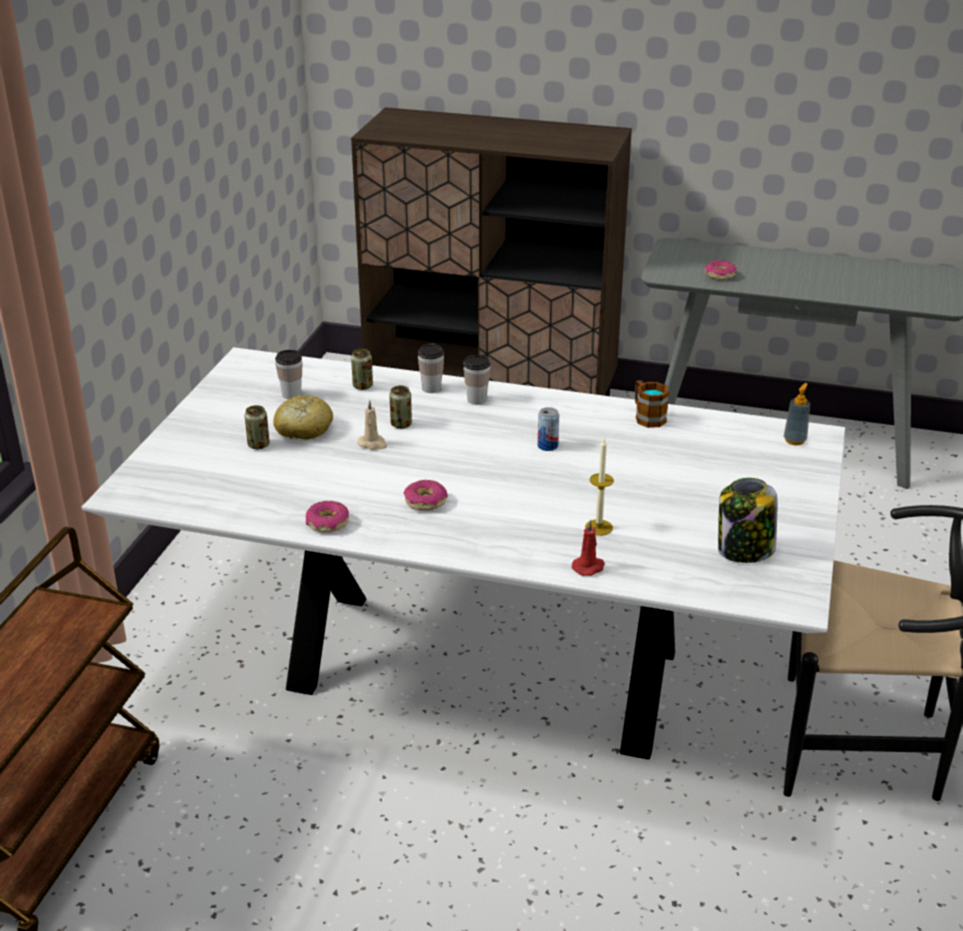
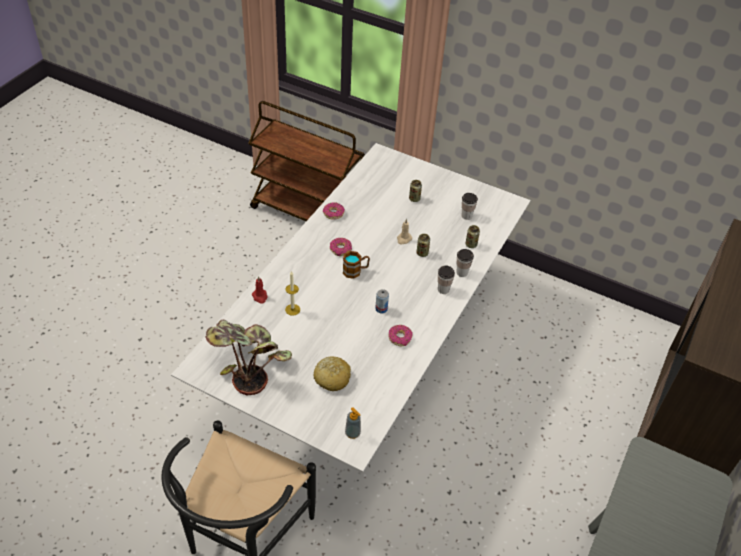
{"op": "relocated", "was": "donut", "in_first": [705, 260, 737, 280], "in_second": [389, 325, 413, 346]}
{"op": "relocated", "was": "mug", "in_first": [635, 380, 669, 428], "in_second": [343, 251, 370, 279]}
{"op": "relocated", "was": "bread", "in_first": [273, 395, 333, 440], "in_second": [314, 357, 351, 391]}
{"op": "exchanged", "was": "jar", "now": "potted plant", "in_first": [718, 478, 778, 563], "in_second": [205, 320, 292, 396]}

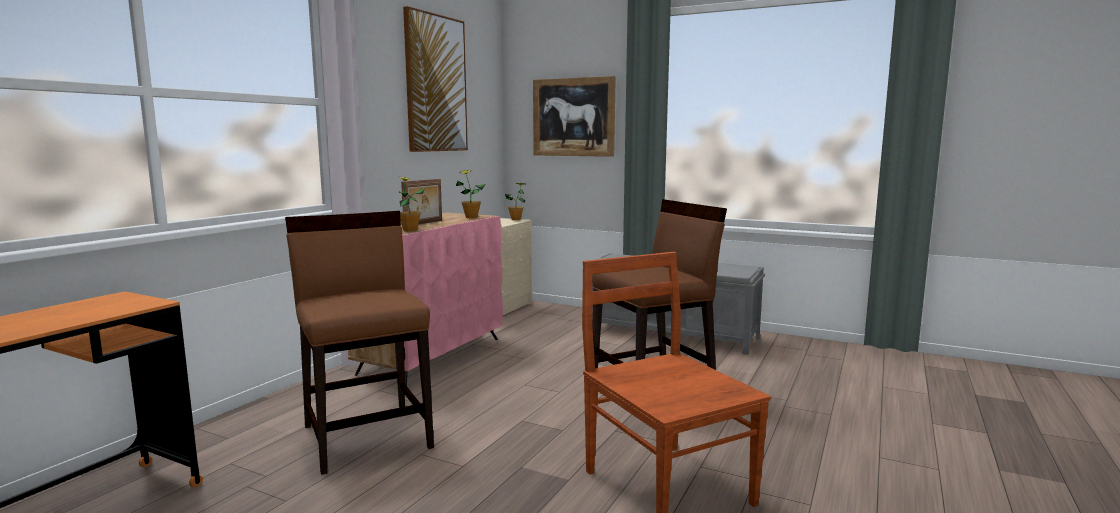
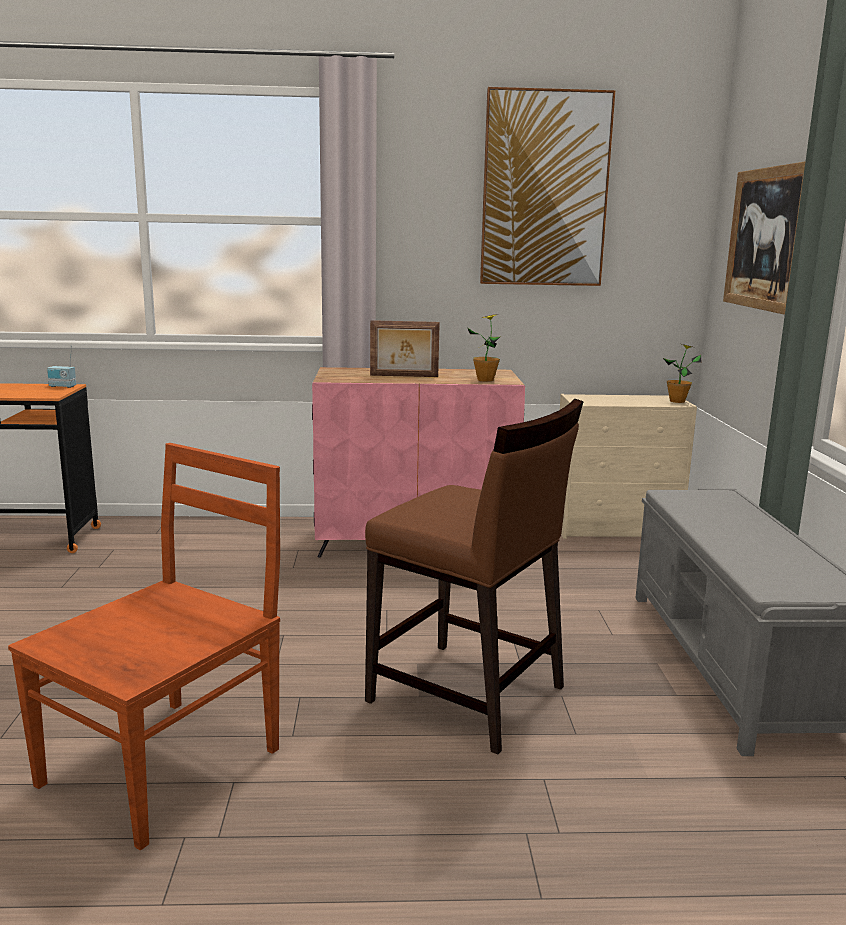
{"op": "missing", "was": "potted plant", "in_first": [397, 176, 425, 232]}
{"op": "missing", "was": "chair (brown)", "in_first": [285, 211, 434, 475]}
{"op": "appeared", "now": "radio", "in_second": [47, 345, 76, 388]}

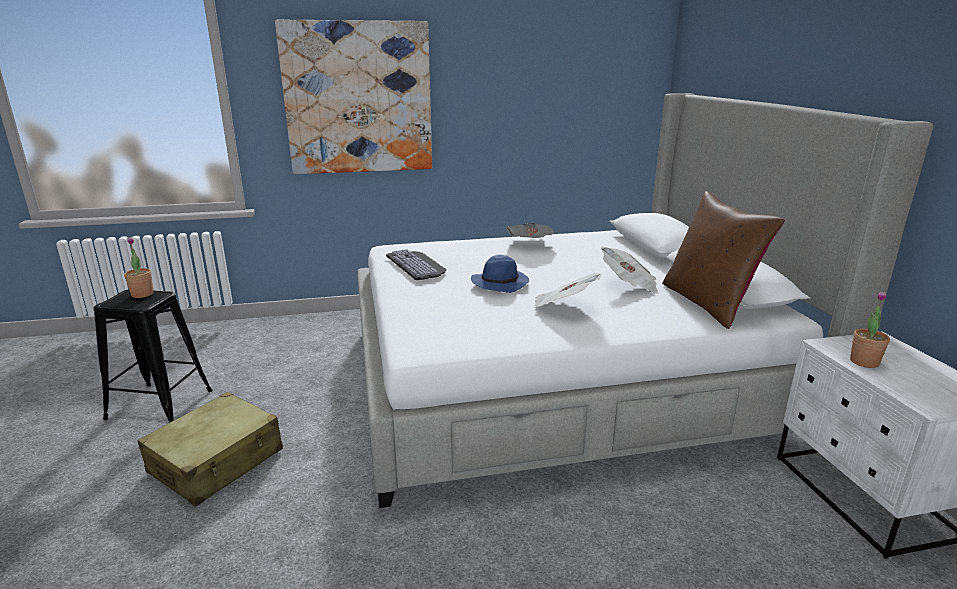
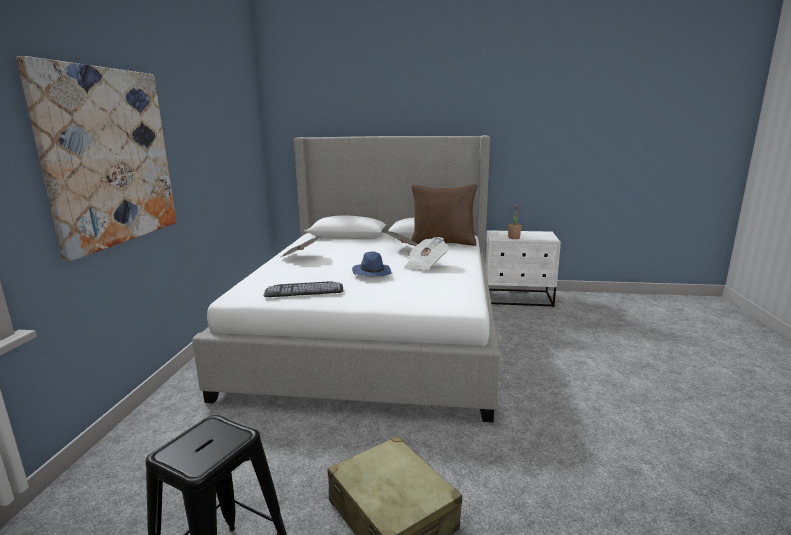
{"op": "missing", "was": "potted plant", "in_first": [124, 237, 153, 298]}

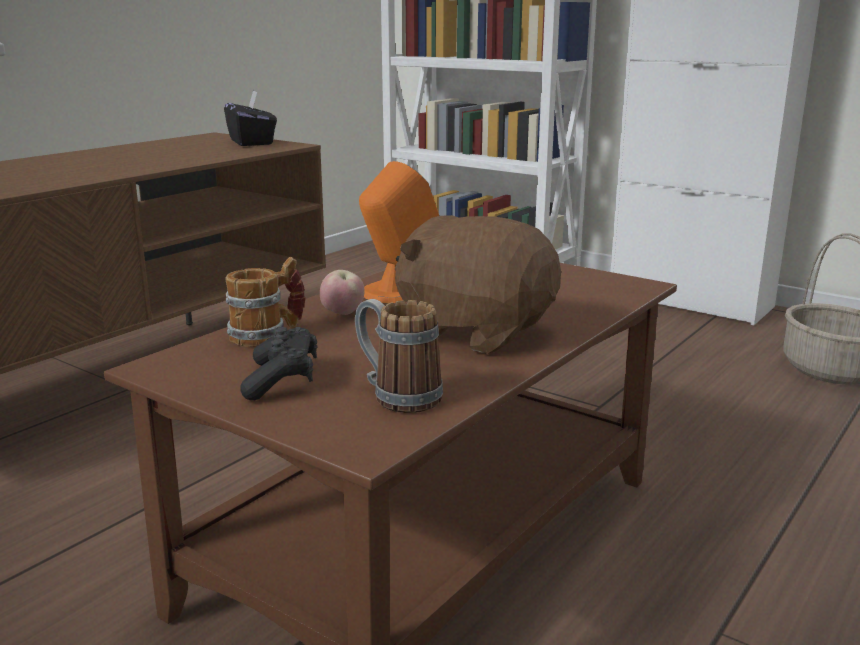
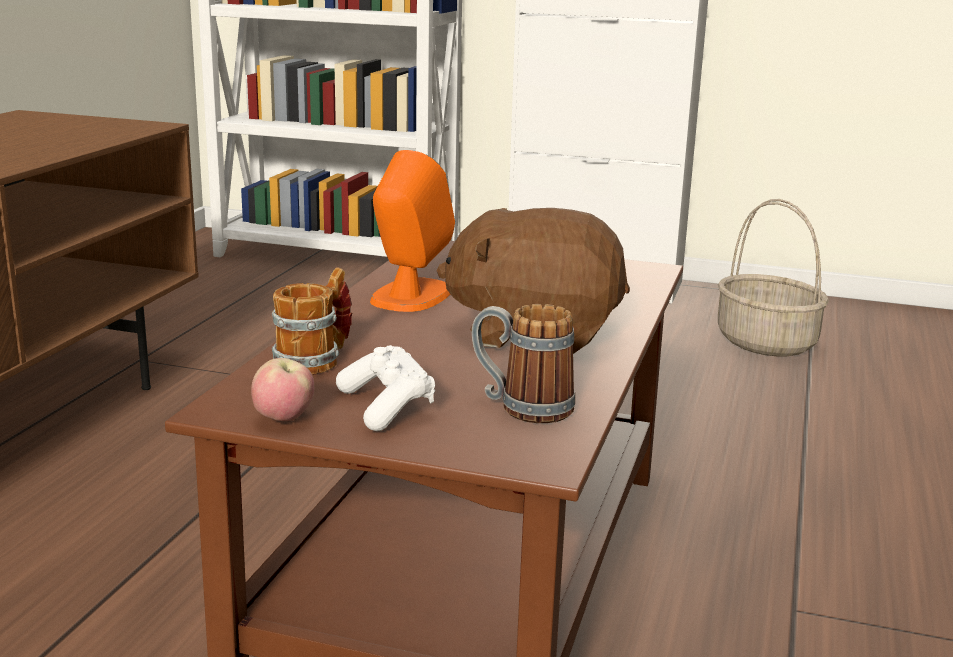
{"op": "missing", "was": "tissue box (black)", "in_first": [224, 90, 277, 146]}
{"op": "relocated", "was": "apple", "in_first": [320, 270, 364, 315], "in_second": [251, 358, 314, 421]}
{"op": "colour", "was": "game controller (black)", "now": "game controller (white)", "in_first": [240, 327, 317, 401], "in_second": [336, 345, 435, 431]}

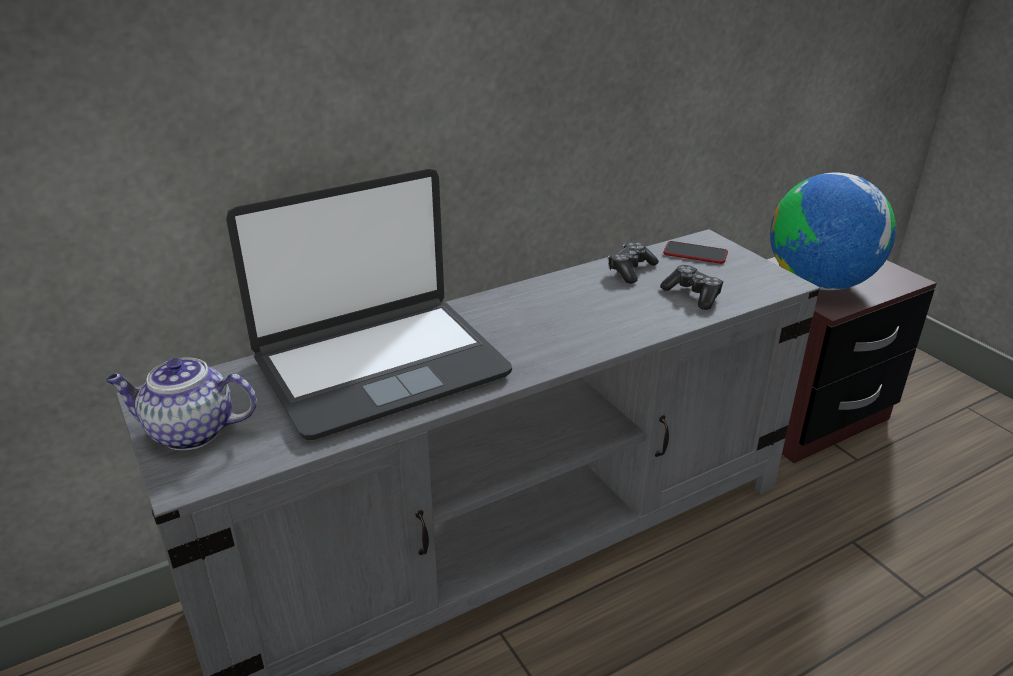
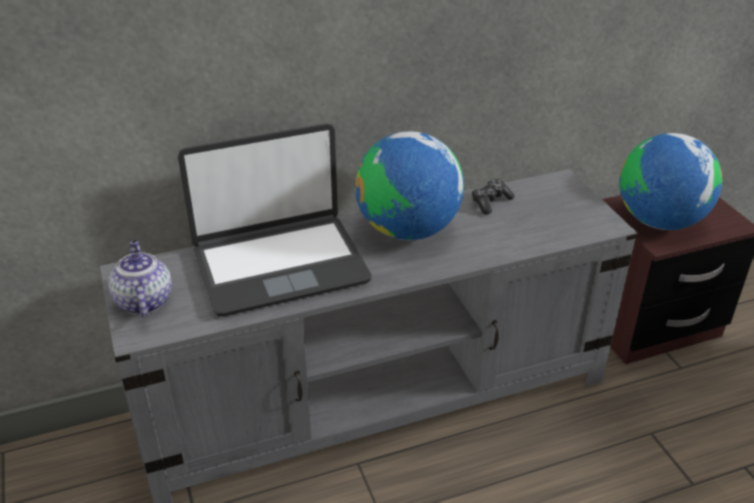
{"op": "missing", "was": "phone", "in_first": [663, 241, 728, 264]}
{"op": "missing", "was": "game controller", "in_first": [660, 265, 723, 310]}
{"op": "spun", "was": "teapot", "in_first": [105, 357, 257, 450], "in_second": [109, 240, 172, 318], "clockwise": 60}
{"op": "appeared", "now": "globe", "in_second": [355, 131, 464, 240]}

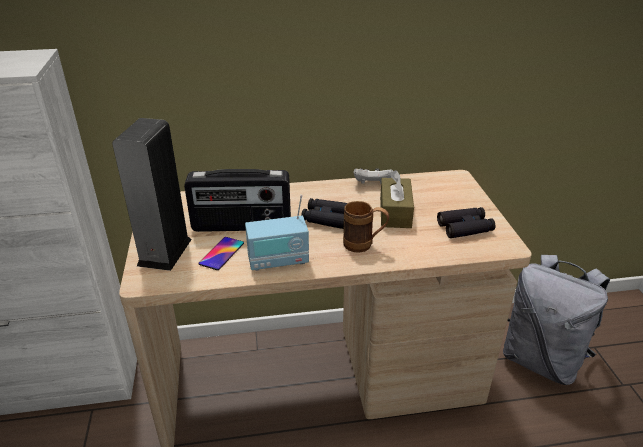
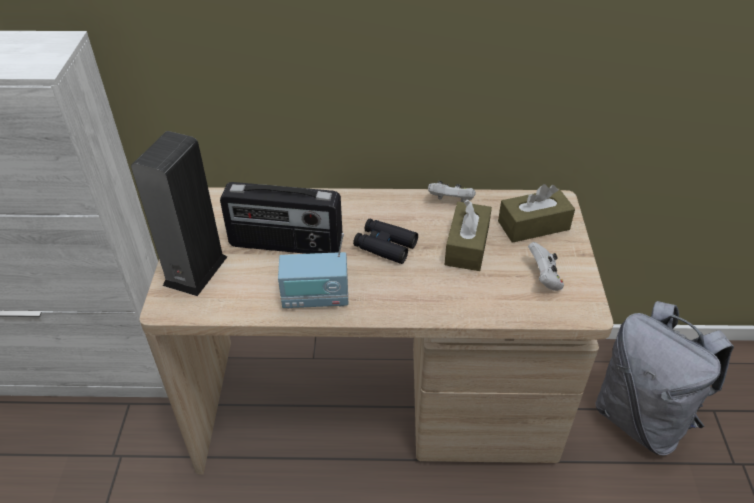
{"op": "missing", "was": "mug (brown)", "in_first": [343, 201, 389, 252]}
{"op": "exchanged", "was": "binoculars (black)", "now": "game controller (white)", "in_first": [437, 207, 495, 238], "in_second": [528, 242, 564, 291]}
{"op": "missing", "was": "phone", "in_first": [198, 237, 244, 270]}
{"op": "appeared", "now": "tissue box (brown)", "in_second": [498, 184, 575, 243]}

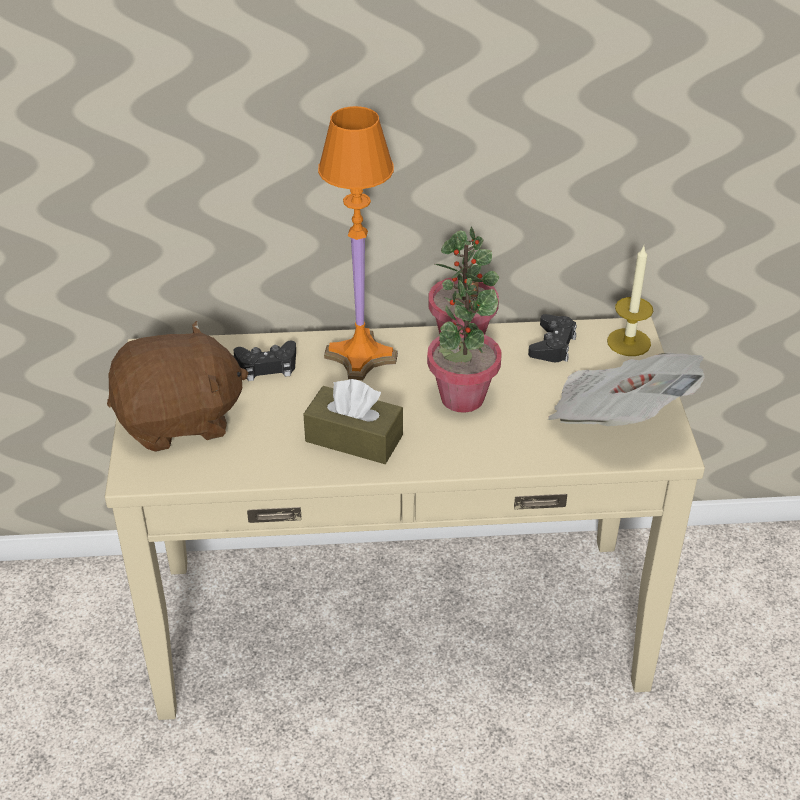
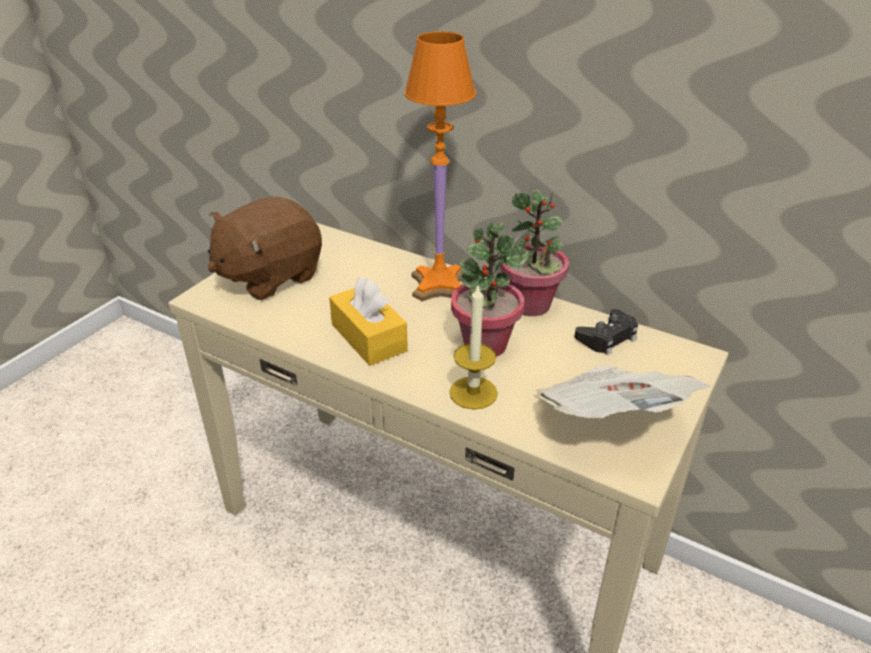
{"op": "relocated", "was": "candle", "in_first": [607, 246, 653, 356], "in_second": [449, 286, 498, 410]}
{"op": "spun", "was": "plush toy (brown)", "in_first": [107, 321, 248, 452], "in_second": [208, 197, 322, 300], "clockwise": 120}
{"op": "missing", "was": "game controller (black)", "in_first": [234, 341, 296, 381]}
{"op": "colour", "was": "tissue box (brown)", "now": "tissue box (yellow)", "in_first": [303, 379, 403, 464], "in_second": [329, 277, 408, 366]}

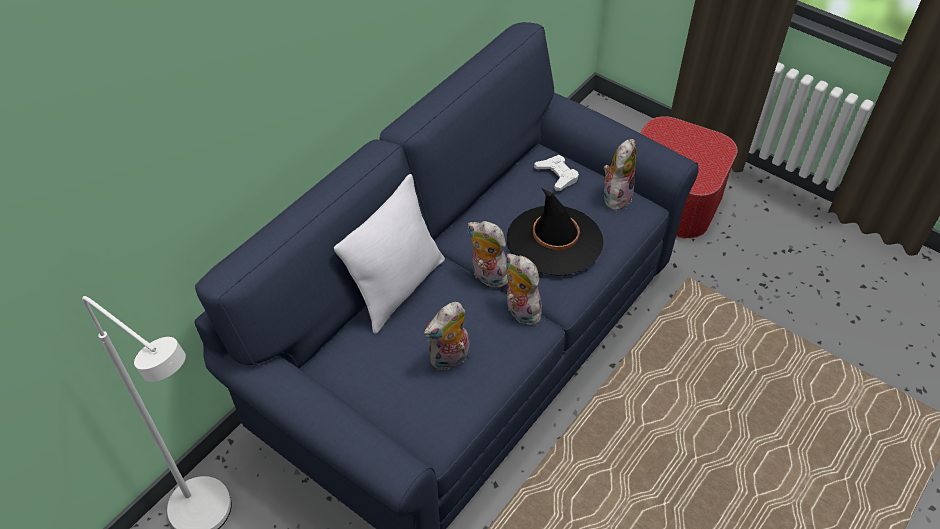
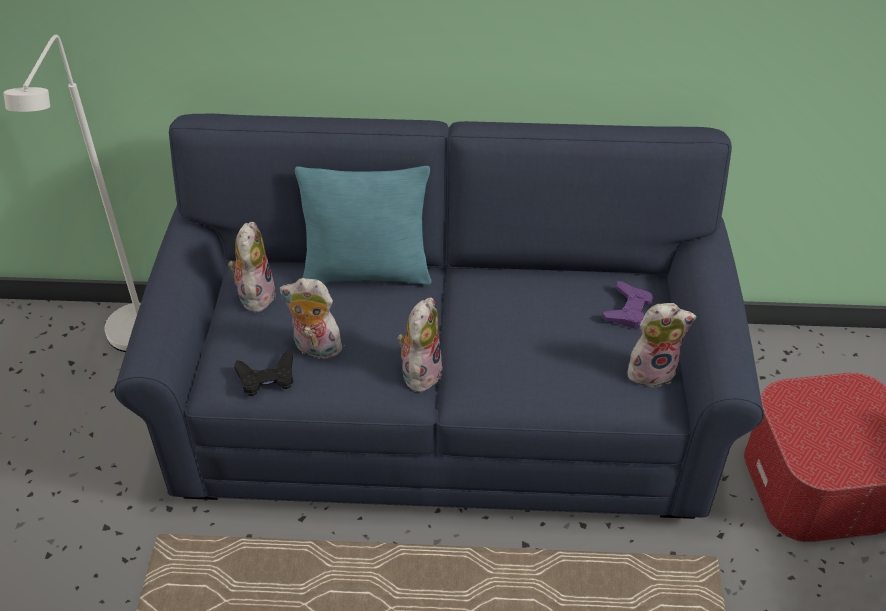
{"op": "colour", "was": "game controller (white)", "now": "game controller (purple)", "in_first": [534, 155, 579, 191], "in_second": [602, 281, 653, 329]}
{"op": "colour", "was": "pillow (white)", "now": "pillow (turquoise)", "in_first": [334, 174, 445, 334], "in_second": [295, 166, 432, 285]}
{"op": "missing", "was": "hat (black)", "in_first": [507, 188, 604, 276]}
{"op": "relocated", "was": "plush toy", "in_first": [468, 221, 508, 288], "in_second": [228, 222, 276, 312]}
{"op": "appeared", "now": "game controller (black)", "in_second": [234, 350, 293, 396]}

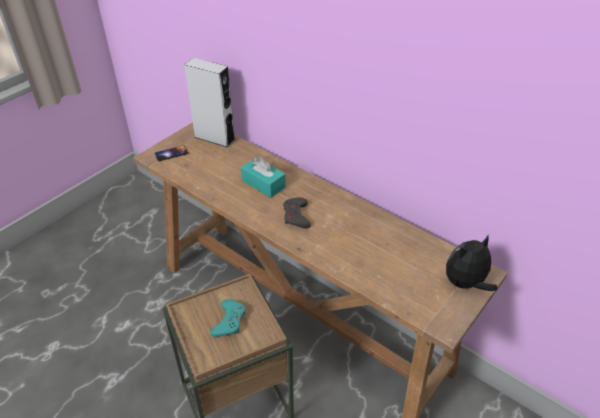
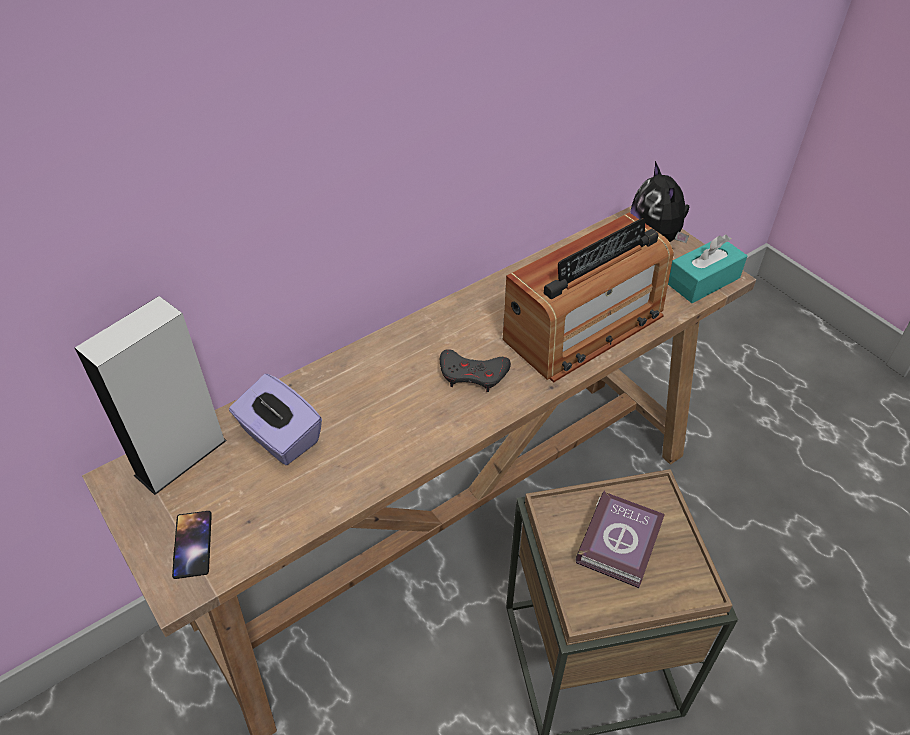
{"op": "relocated", "was": "tissue box (turquoise)", "in_first": [241, 157, 286, 198], "in_second": [668, 235, 747, 303]}
{"op": "exchanged", "was": "game controller (turquoise)", "now": "book", "in_first": [210, 299, 245, 337], "in_second": [576, 491, 665, 588]}
{"op": "appeared", "now": "radio", "in_second": [503, 213, 674, 383]}
{"op": "appeared", "now": "tissue box (purple)", "in_second": [229, 374, 322, 465]}

